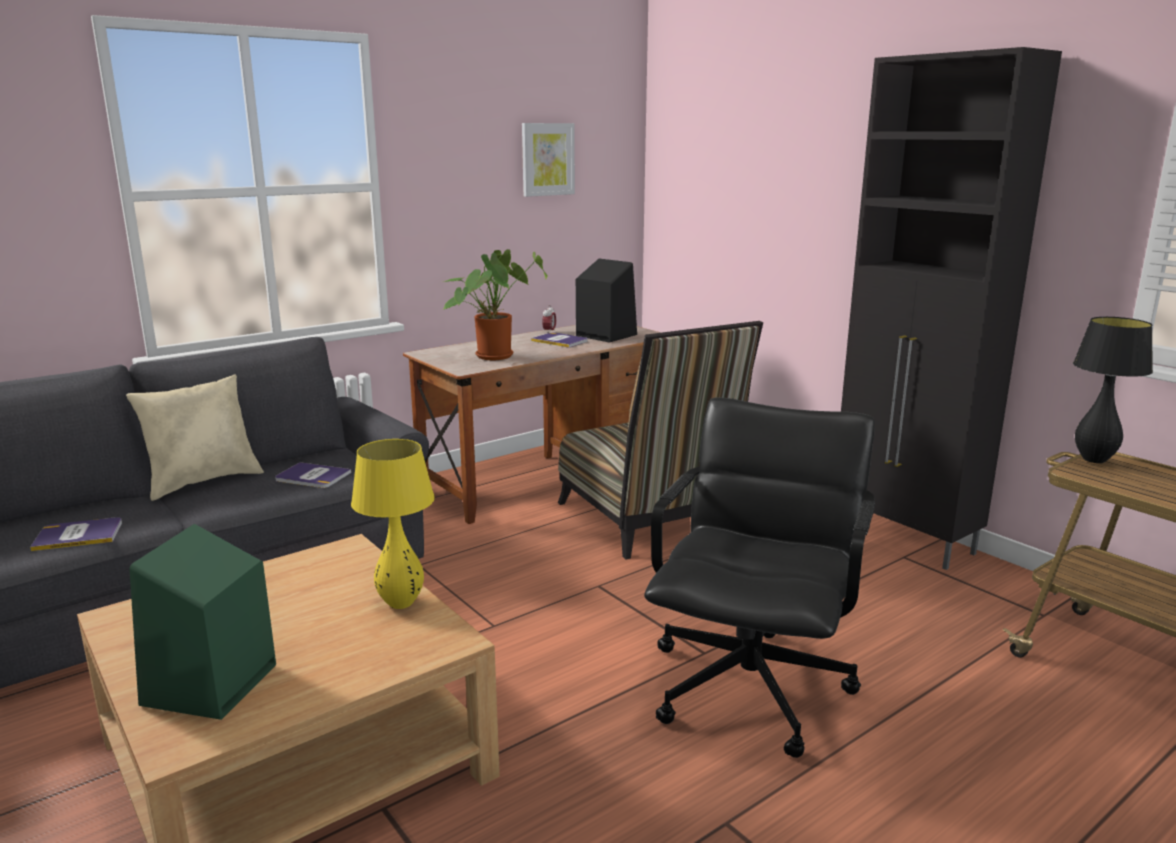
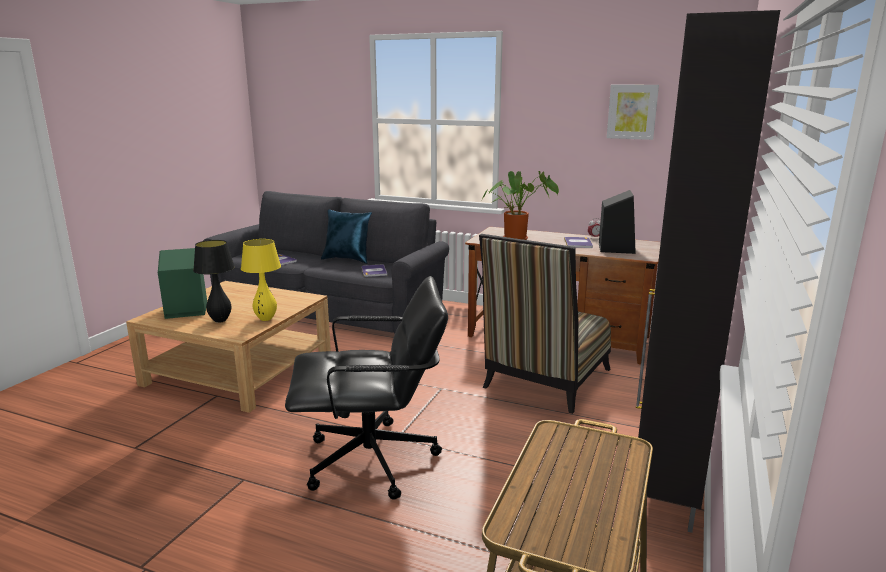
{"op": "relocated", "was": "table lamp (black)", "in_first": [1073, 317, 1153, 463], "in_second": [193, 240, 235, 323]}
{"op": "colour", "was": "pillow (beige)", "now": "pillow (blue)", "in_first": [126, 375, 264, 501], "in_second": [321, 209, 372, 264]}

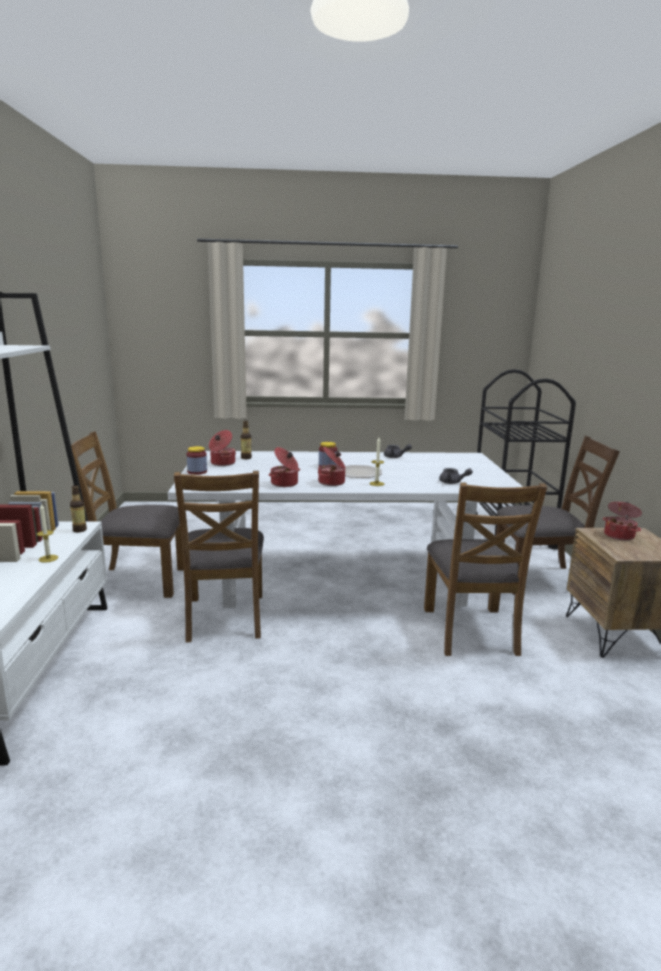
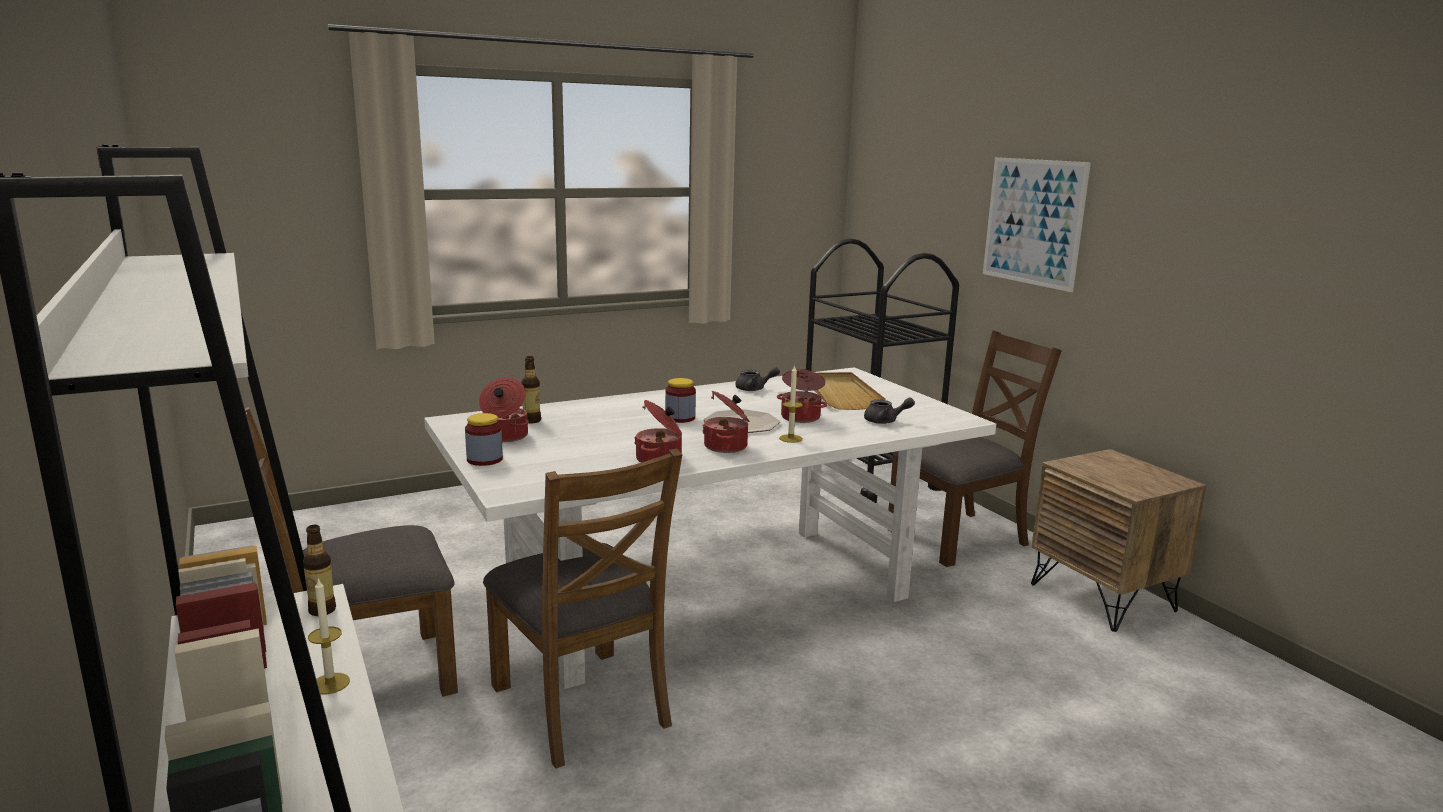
{"op": "missing", "was": "chair (brown)", "in_first": [424, 482, 547, 656]}
{"op": "relocated", "was": "cooking pot", "in_first": [603, 502, 642, 541], "in_second": [777, 369, 827, 423]}
{"op": "appeared", "now": "picture", "in_second": [983, 157, 1091, 292]}
{"op": "appeared", "now": "tray (beige)", "in_second": [814, 372, 886, 410]}

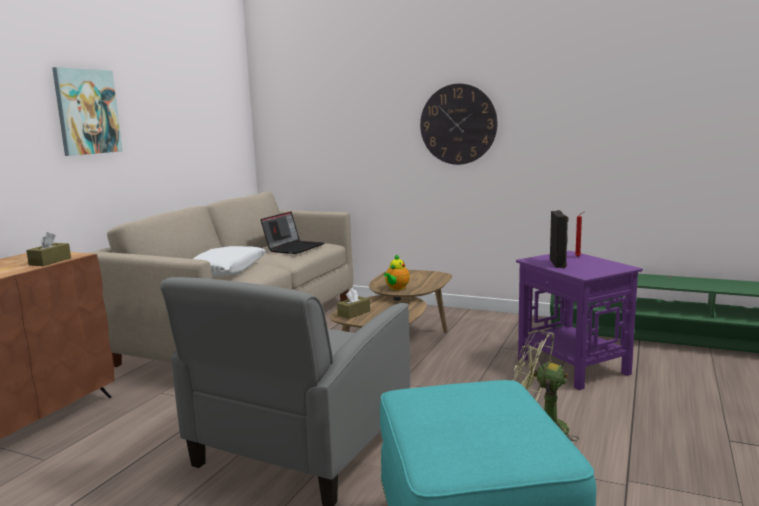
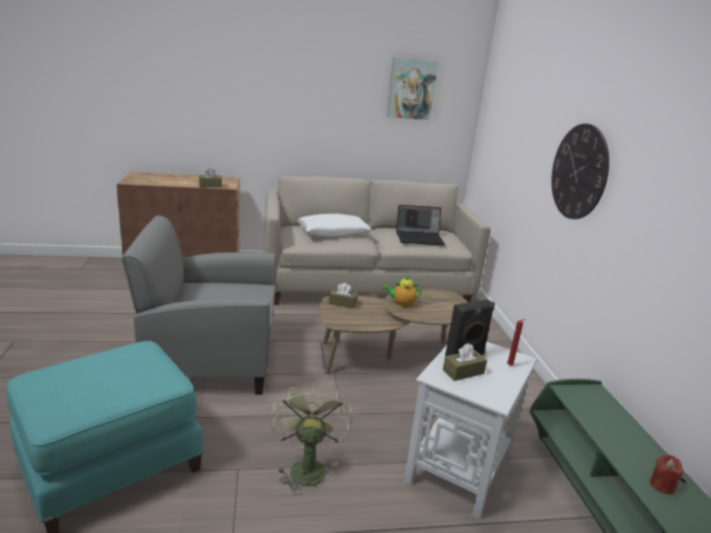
{"op": "relocated", "was": "picture", "in_first": [52, 67, 122, 156], "in_second": [387, 57, 439, 120]}
{"op": "colour", "was": "side table (purple)", "now": "side table (white)", "in_first": [516, 251, 643, 390], "in_second": [404, 341, 537, 519]}
{"op": "appeared", "now": "tissue box (brown)", "in_second": [443, 343, 487, 381]}
{"op": "appeared", "now": "candle (red)", "in_second": [650, 455, 683, 495]}

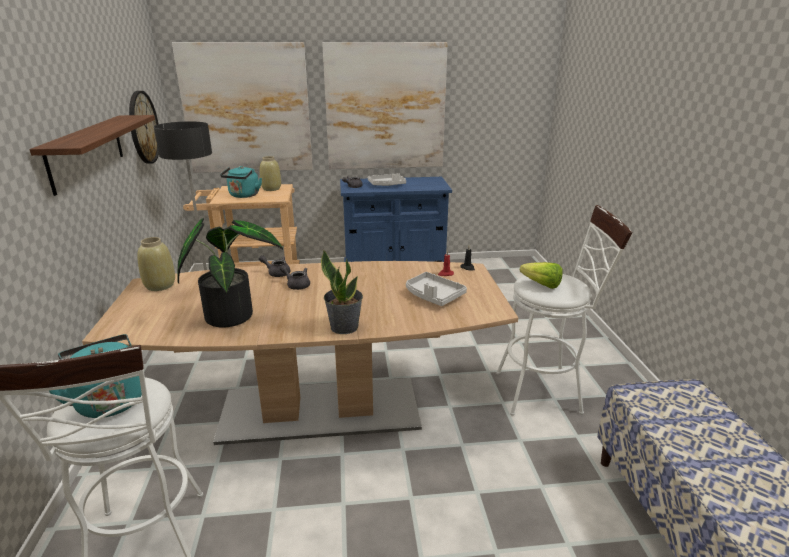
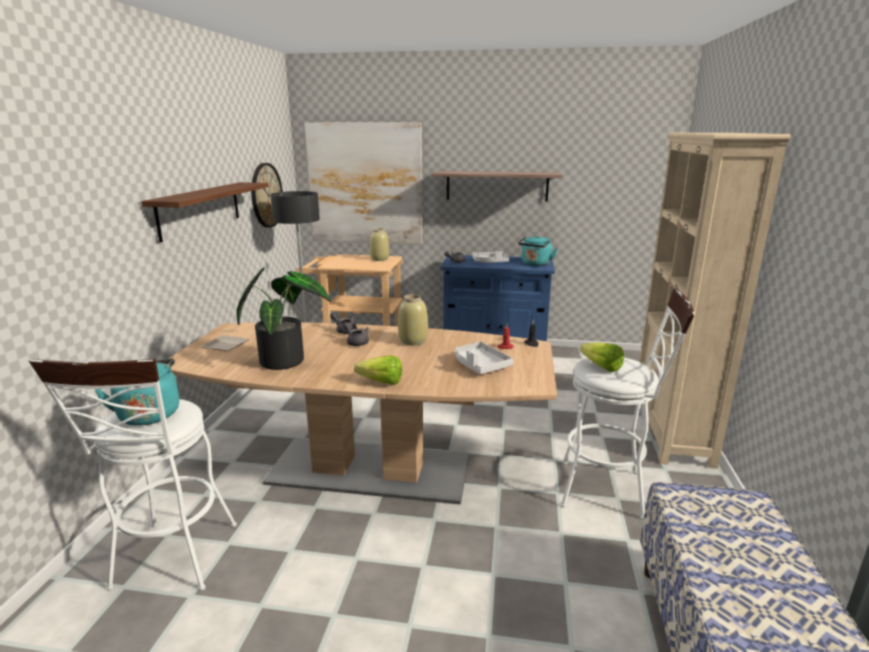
{"op": "exchanged", "was": "picture", "now": "shelf", "in_first": [322, 42, 448, 169], "in_second": [432, 171, 563, 202]}
{"op": "relocated", "was": "kettle (turquoise)", "in_first": [220, 166, 262, 198], "in_second": [518, 235, 558, 266]}
{"op": "relocated", "was": "vase (beige)", "in_first": [137, 237, 175, 291], "in_second": [398, 294, 428, 346]}
{"op": "exchanged", "was": "potted plant", "now": "lettuce", "in_first": [321, 250, 363, 334], "in_second": [354, 356, 402, 385]}
{"op": "appeared", "now": "bookcase (beige)", "in_second": [634, 133, 791, 469]}
{"op": "appeared", "now": "plate", "in_second": [201, 335, 249, 351]}

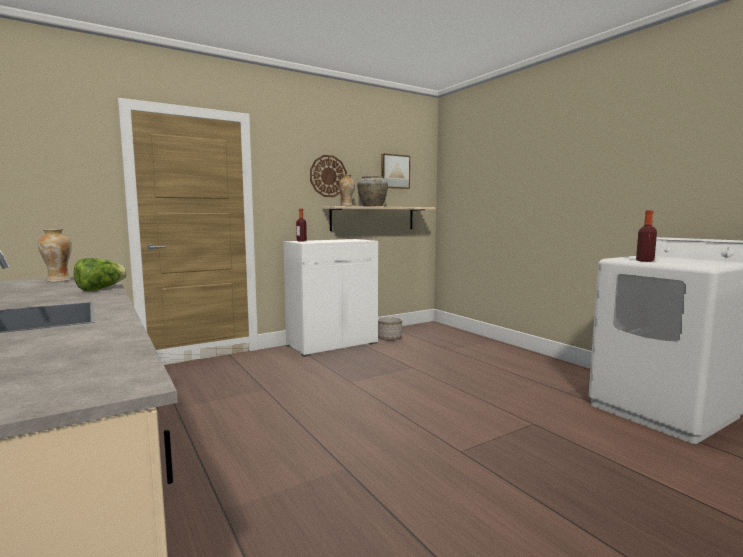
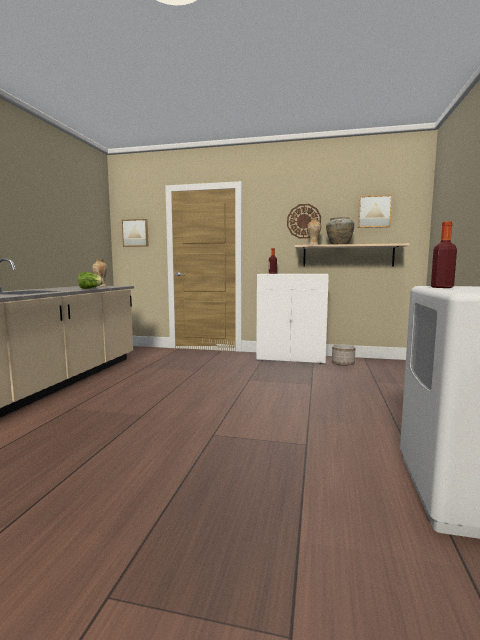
{"op": "appeared", "now": "picture", "in_second": [122, 219, 149, 247]}

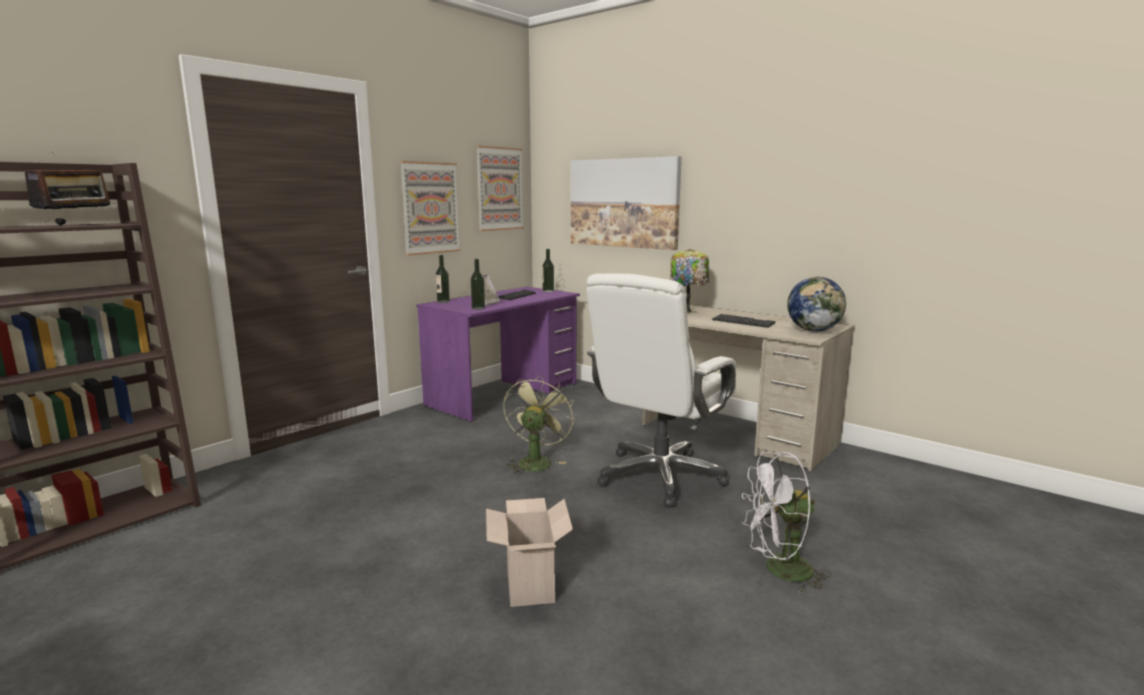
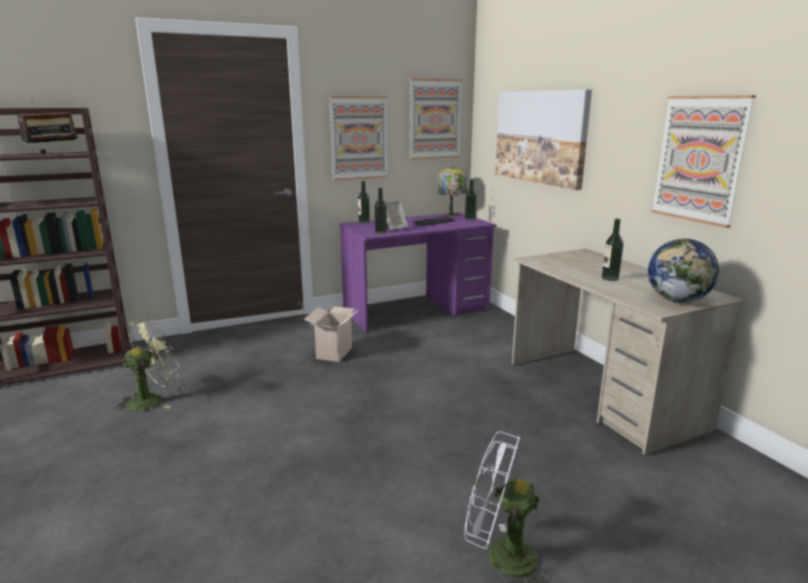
{"op": "relocated", "was": "table lamp", "in_first": [670, 249, 709, 314], "in_second": [438, 167, 467, 217]}
{"op": "missing", "was": "office chair (white)", "in_first": [586, 274, 737, 507]}
{"op": "exchanged", "was": "keyboard", "now": "bottle", "in_first": [712, 314, 775, 328], "in_second": [602, 219, 624, 281]}
{"op": "relocated", "was": "fan (green)", "in_first": [503, 375, 575, 474], "in_second": [115, 318, 179, 411]}
{"op": "relocated", "was": "cardboard box", "in_first": [486, 498, 573, 607], "in_second": [304, 306, 360, 362]}
{"op": "appeared", "now": "picture", "in_second": [651, 95, 756, 228]}

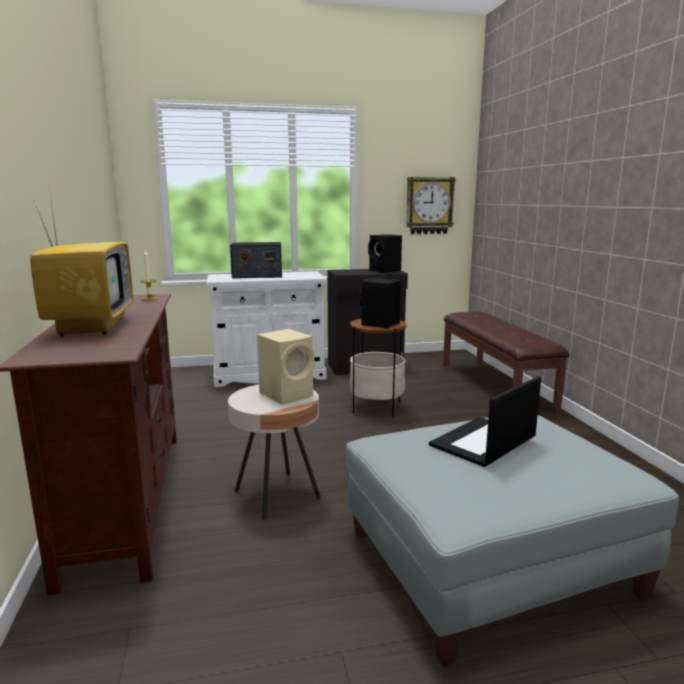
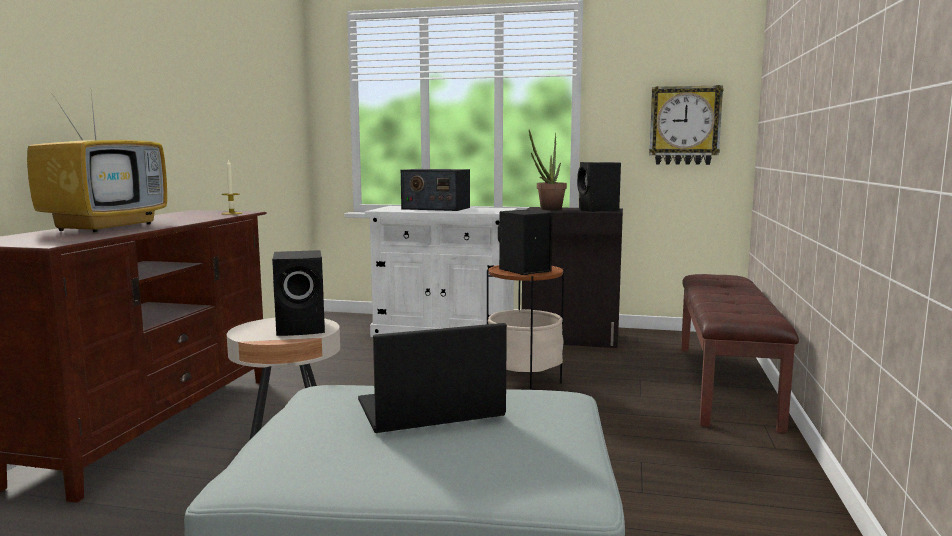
{"op": "colour", "was": "speaker (beige)", "now": "speaker (black)", "in_first": [257, 329, 315, 404], "in_second": [272, 250, 325, 336]}
{"op": "appeared", "now": "potted plant", "in_second": [529, 130, 567, 210]}

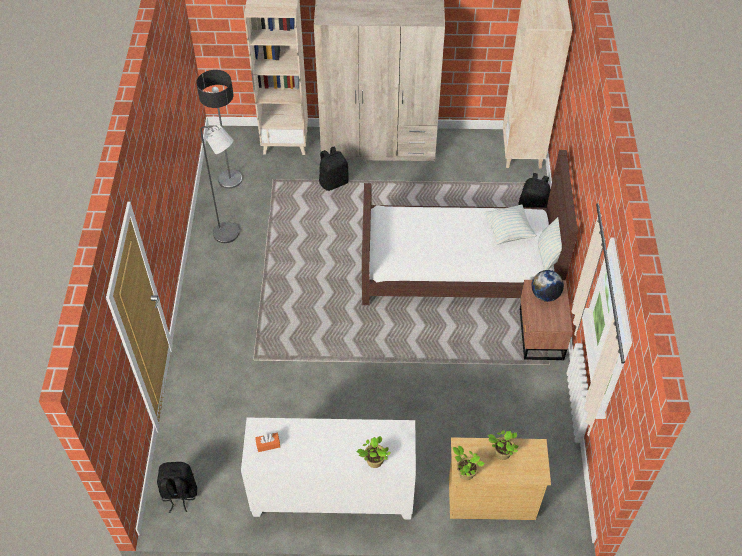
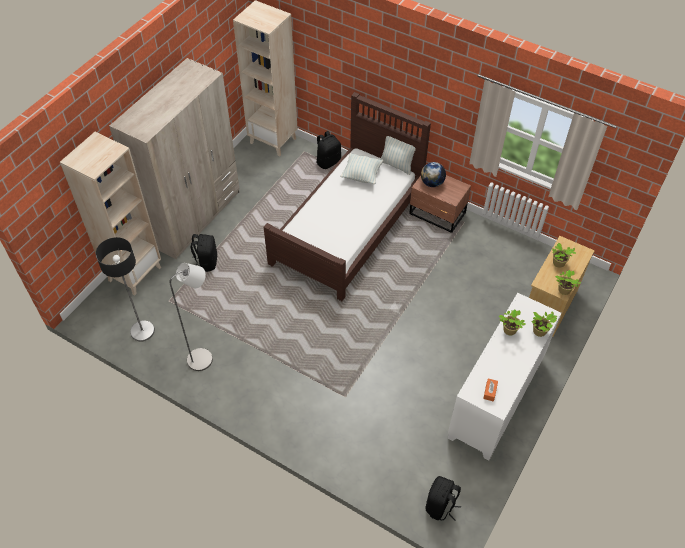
{"op": "appeared", "now": "potted plant", "in_second": [499, 309, 526, 335]}

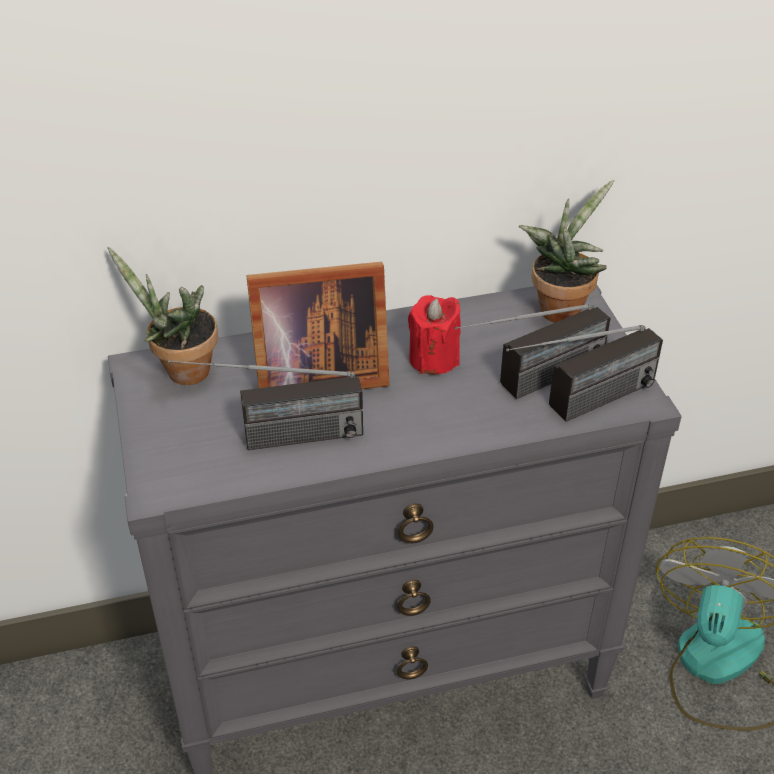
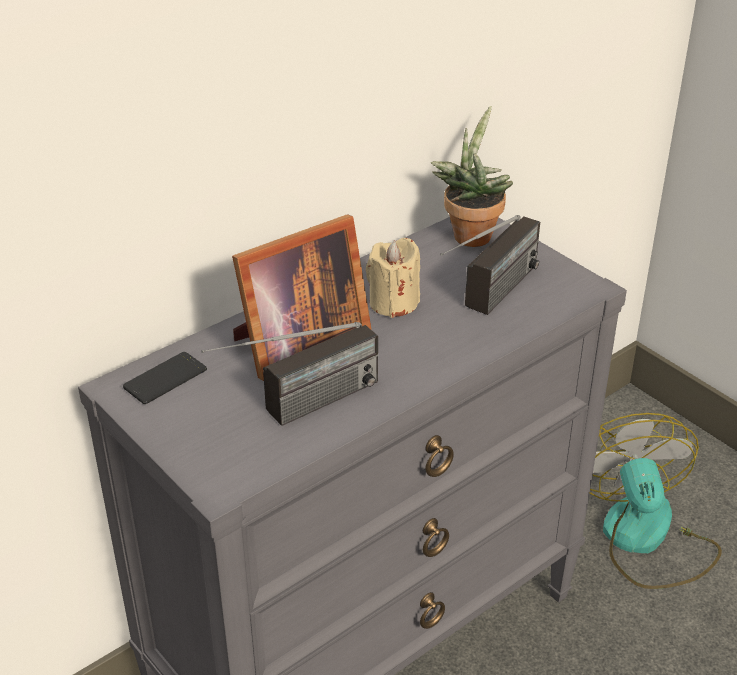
{"op": "exchanged", "was": "potted plant", "now": "phone", "in_first": [108, 246, 218, 385], "in_second": [123, 352, 207, 404]}
{"op": "colour", "was": "candle (red)", "now": "candle (beige)", "in_first": [408, 295, 461, 375], "in_second": [366, 238, 420, 318]}
{"op": "missing", "was": "radio", "in_first": [506, 325, 663, 422]}

